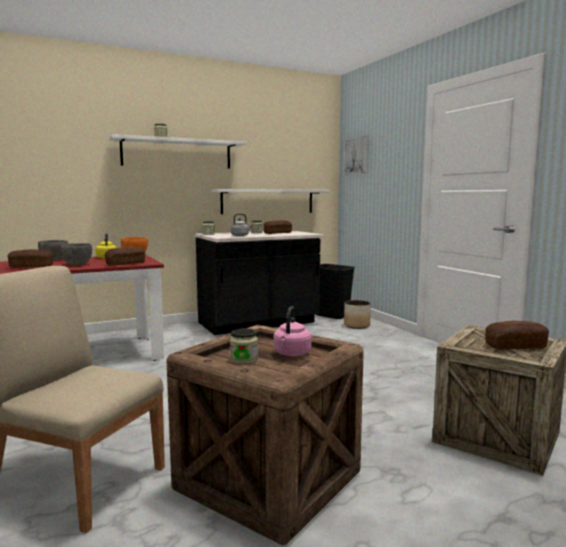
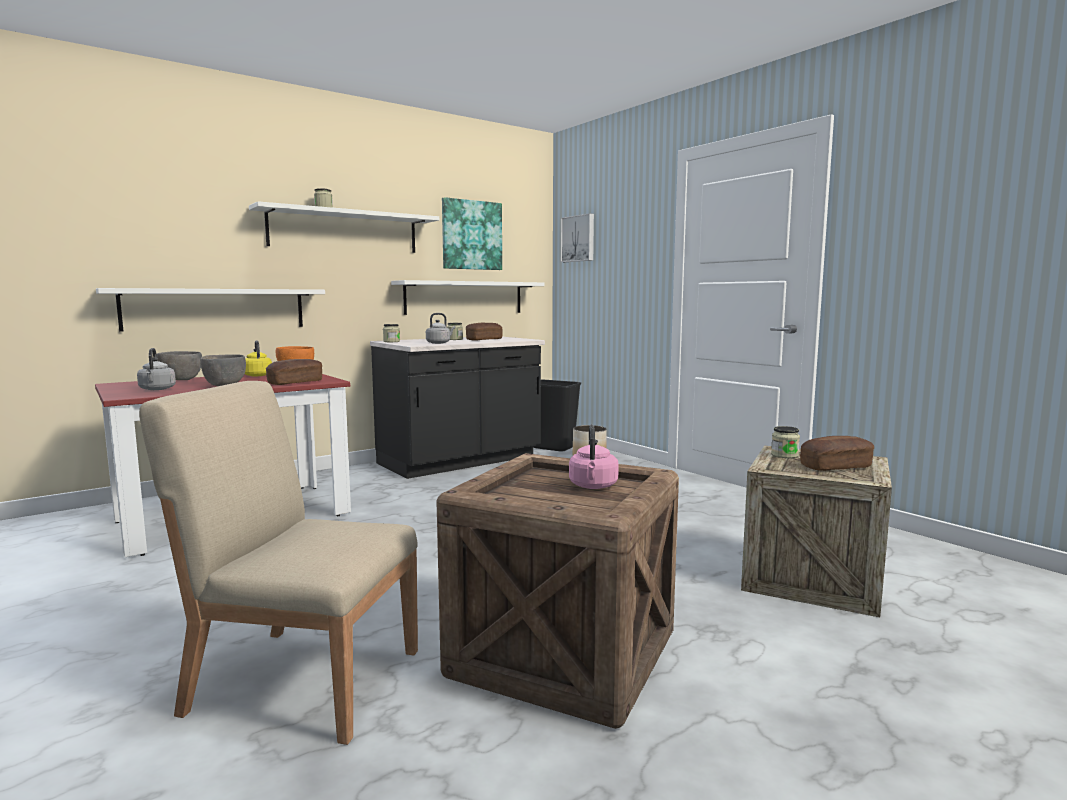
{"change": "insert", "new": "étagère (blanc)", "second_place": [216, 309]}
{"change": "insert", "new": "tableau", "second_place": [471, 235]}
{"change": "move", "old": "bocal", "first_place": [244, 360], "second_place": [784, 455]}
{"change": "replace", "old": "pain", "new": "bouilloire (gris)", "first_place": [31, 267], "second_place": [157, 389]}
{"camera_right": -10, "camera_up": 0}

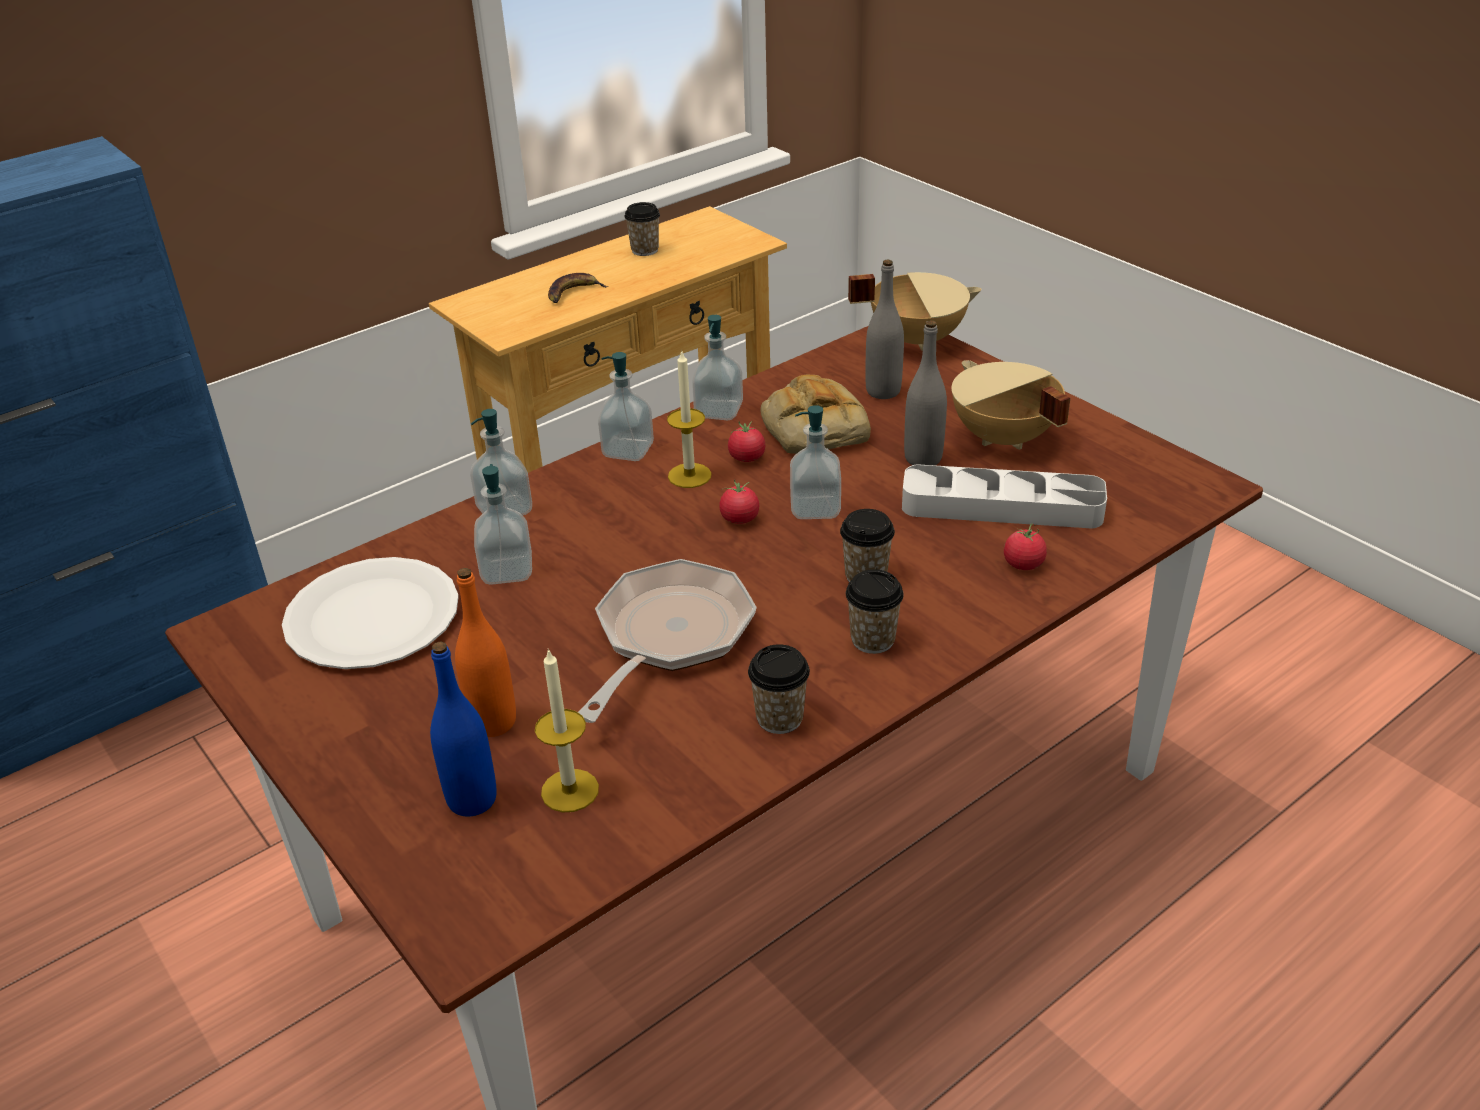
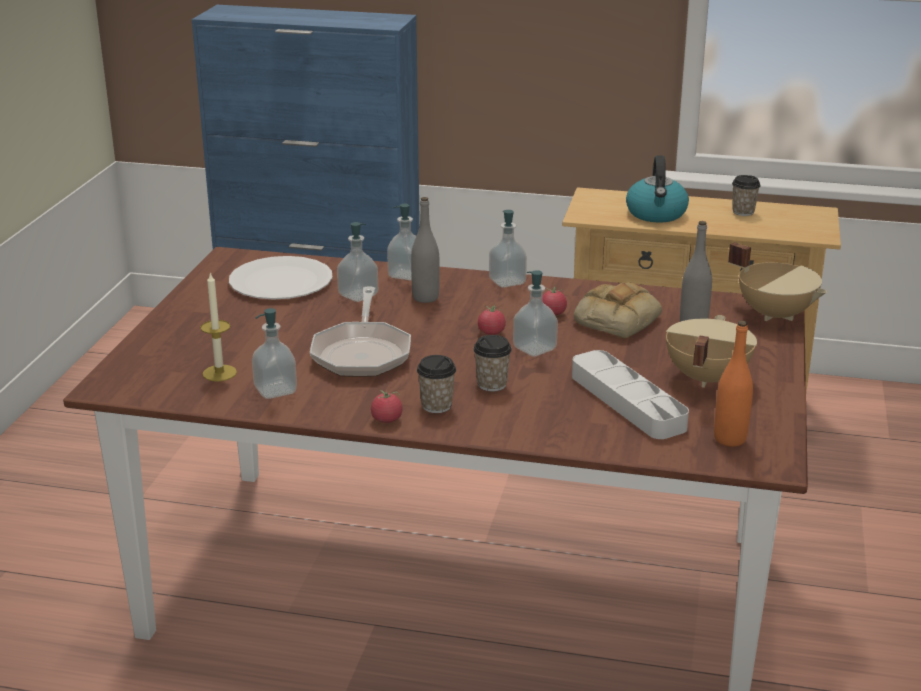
{"change": "delete", "old": "bouteille (bleu)", "first_place": [472, 799]}
{"change": "delete", "old": "bougie", "first_place": [689, 475]}
{"change": "delete", "old": "tasse", "first_place": [779, 718]}
{"change": "move", "old": "bouteille (orange)", "first_place": [493, 722], "second_place": [730, 439]}
{"change": "move", "old": "distributeur de savon", "first_place": [718, 411], "second_place": [275, 390]}
{"change": "move", "old": "bouteille (gris)", "first_place": [923, 458], "second_place": [425, 298]}
{"change": "move", "old": "tomate", "first_place": [1023, 564], "second_place": [386, 420]}
{"change": "replace", "old": "banane", "new": "bouilloire", "first_place": [573, 293], "second_place": [656, 214]}
{"change": "rotate", "old": "poêle", "first_place": [669, 637], "second_place": [362, 353], "degrees": 105}
{"camera_right": 50, "camera_up": -10}

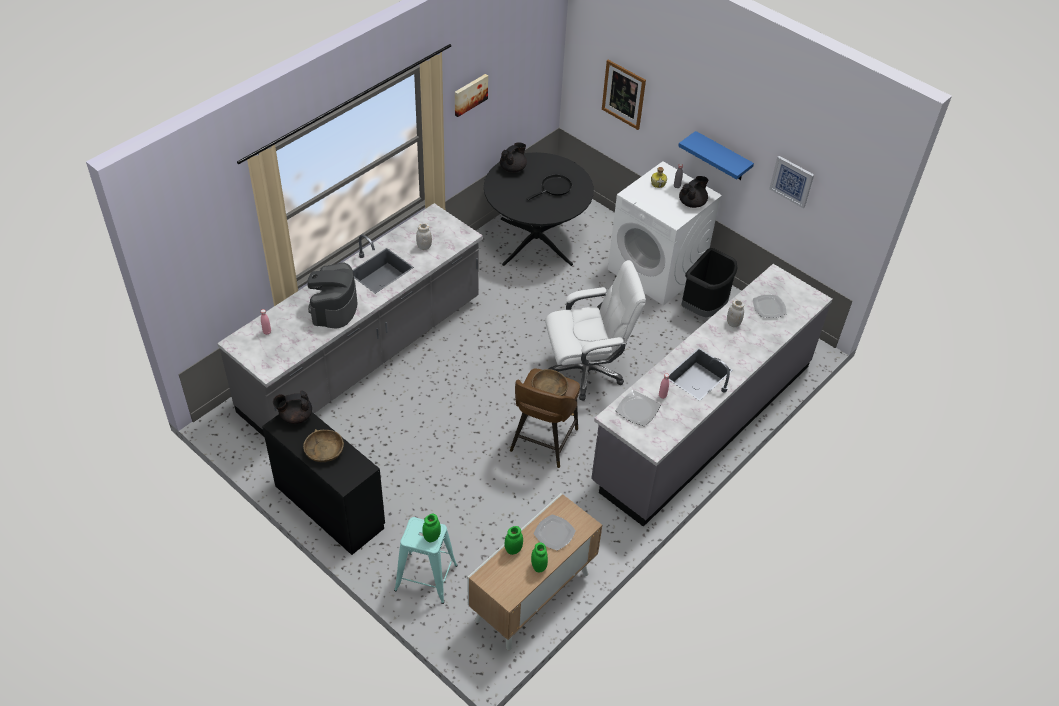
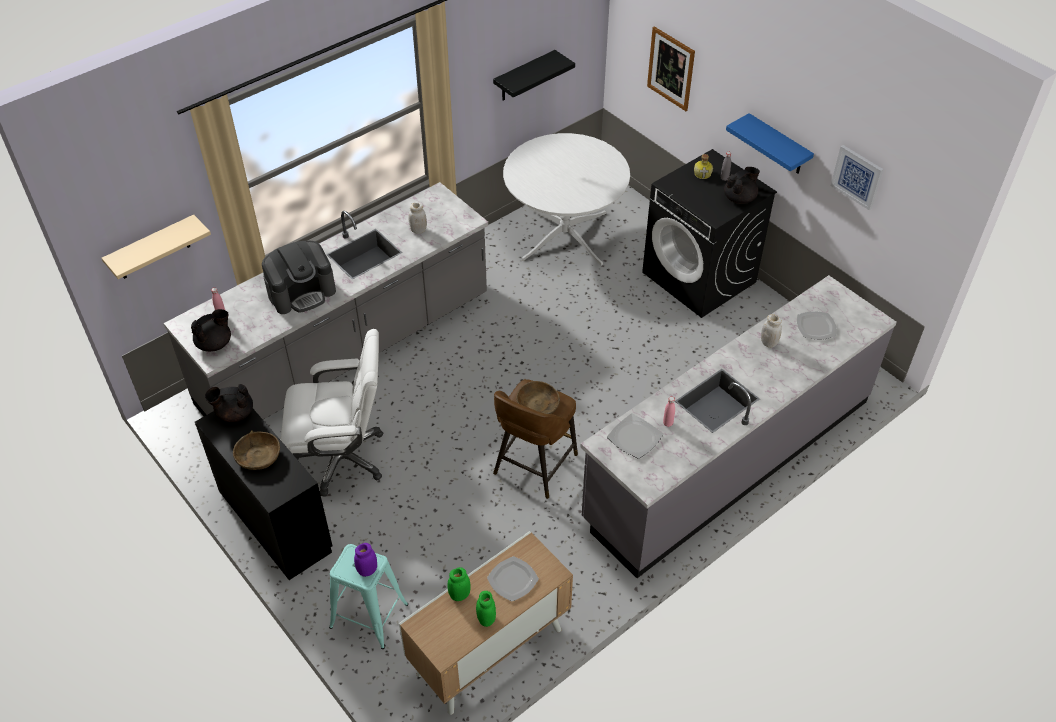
{"change": "delete", "old": "tableau", "first_place": [470, 94]}
{"change": "delete", "old": "poêle (noir)", "first_place": [554, 188]}
{"change": "delete", "old": "poubelle (noir)", "first_place": [704, 308]}
{"change": "insert", "new": "étagère (beige)", "second_place": [152, 248]}
{"change": "insert", "new": "étagère (noir)", "second_place": [524, 76]}
{"change": "move", "old": "théière (noir)", "first_place": [513, 168], "second_place": [215, 343]}
{"change": "move", "old": "chaise de bureau (blanc)", "first_place": [586, 370], "second_place": [342, 457]}
{"change": "recolor", "old": "bocal (vert)", "new": "bocal (violet)", "first_place": [432, 537], "second_place": [367, 570]}
{"change": "recolor", "old": "table à manger (noir)", "new": "table à manger (blanc)", "first_place": [535, 241], "second_place": [564, 236]}
{"change": "recolor", "old": "lave-linge (blanc)", "new": "lave-linge (noir)", "first_place": [656, 271], "second_place": [700, 277]}
{"change": "rotate", "old": "machine à café", "first_place": [334, 308], "second_place": [302, 292], "degrees": -135}
{"camera_right": 10, "camera_up": 0}

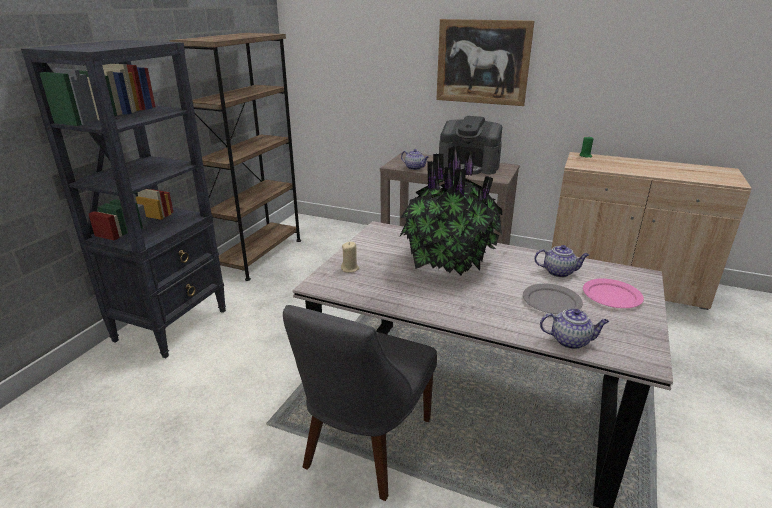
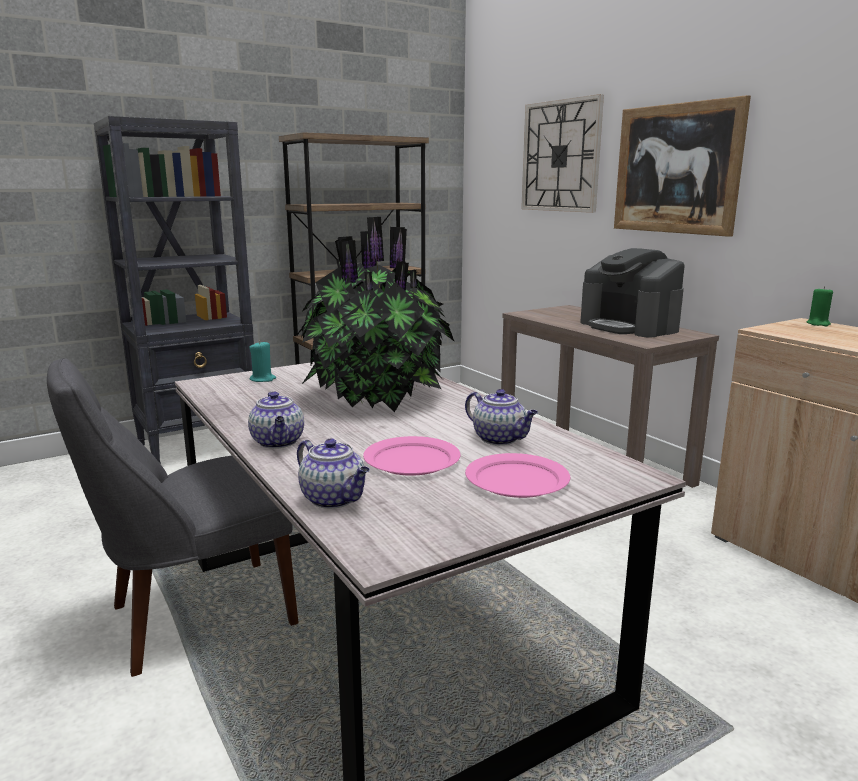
{"change": "insert", "new": "horloge murale", "second_place": [561, 156]}
{"change": "move", "old": "théière", "first_place": [415, 168], "second_place": [278, 442]}
{"change": "recolor", "old": "bougie (beige)", "new": "bougie (turquoise)", "first_place": [350, 269], "second_place": [263, 379]}
{"change": "recolor", "old": "assiette (gris)", "new": "assiette (rose)", "first_place": [552, 301], "second_place": [412, 460]}
{"camera_right": 35, "camera_up": -10}

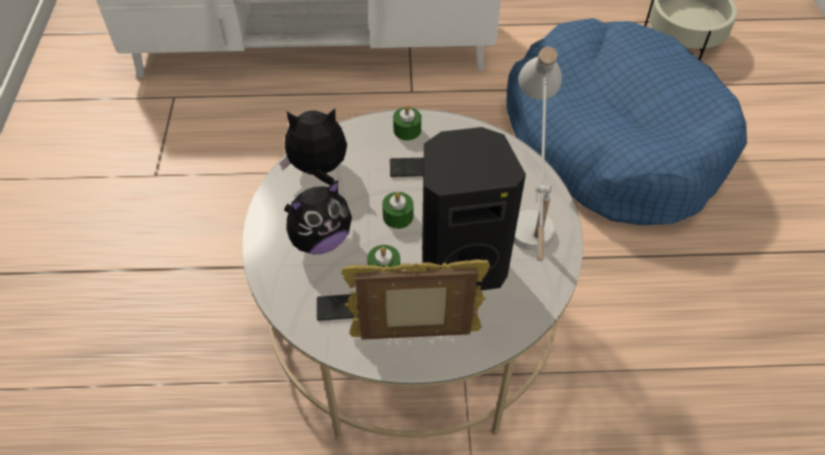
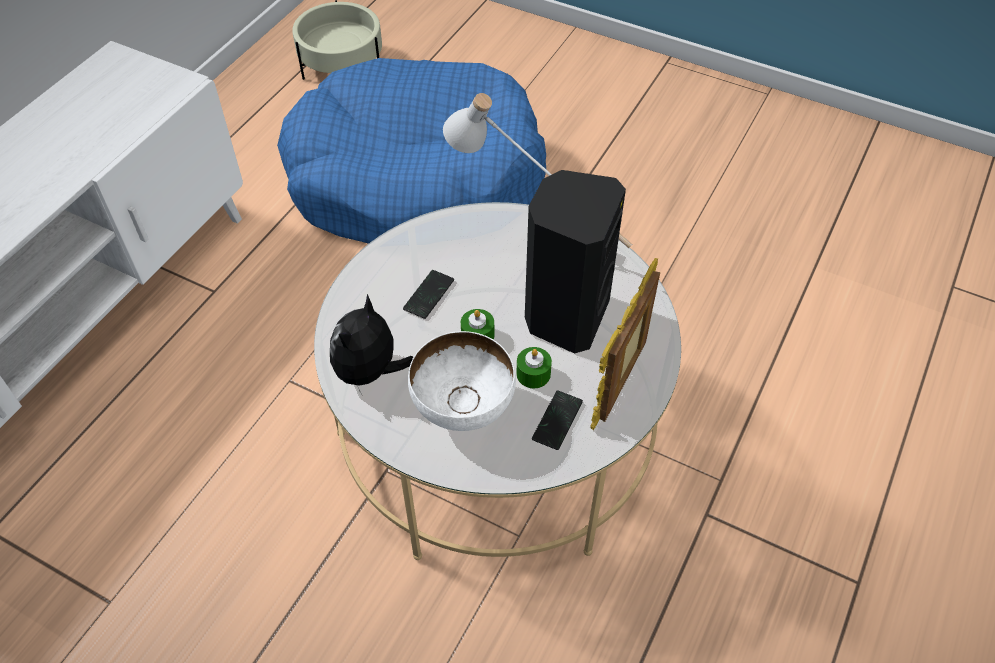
{"change": "delete", "old": "bougie (vert)", "first_place": [407, 130]}
{"change": "replace", "old": "peluche", "new": "bol (blanc)", "first_place": [320, 240], "second_place": [462, 409]}
{"camera_right": -60, "camera_up": 0}

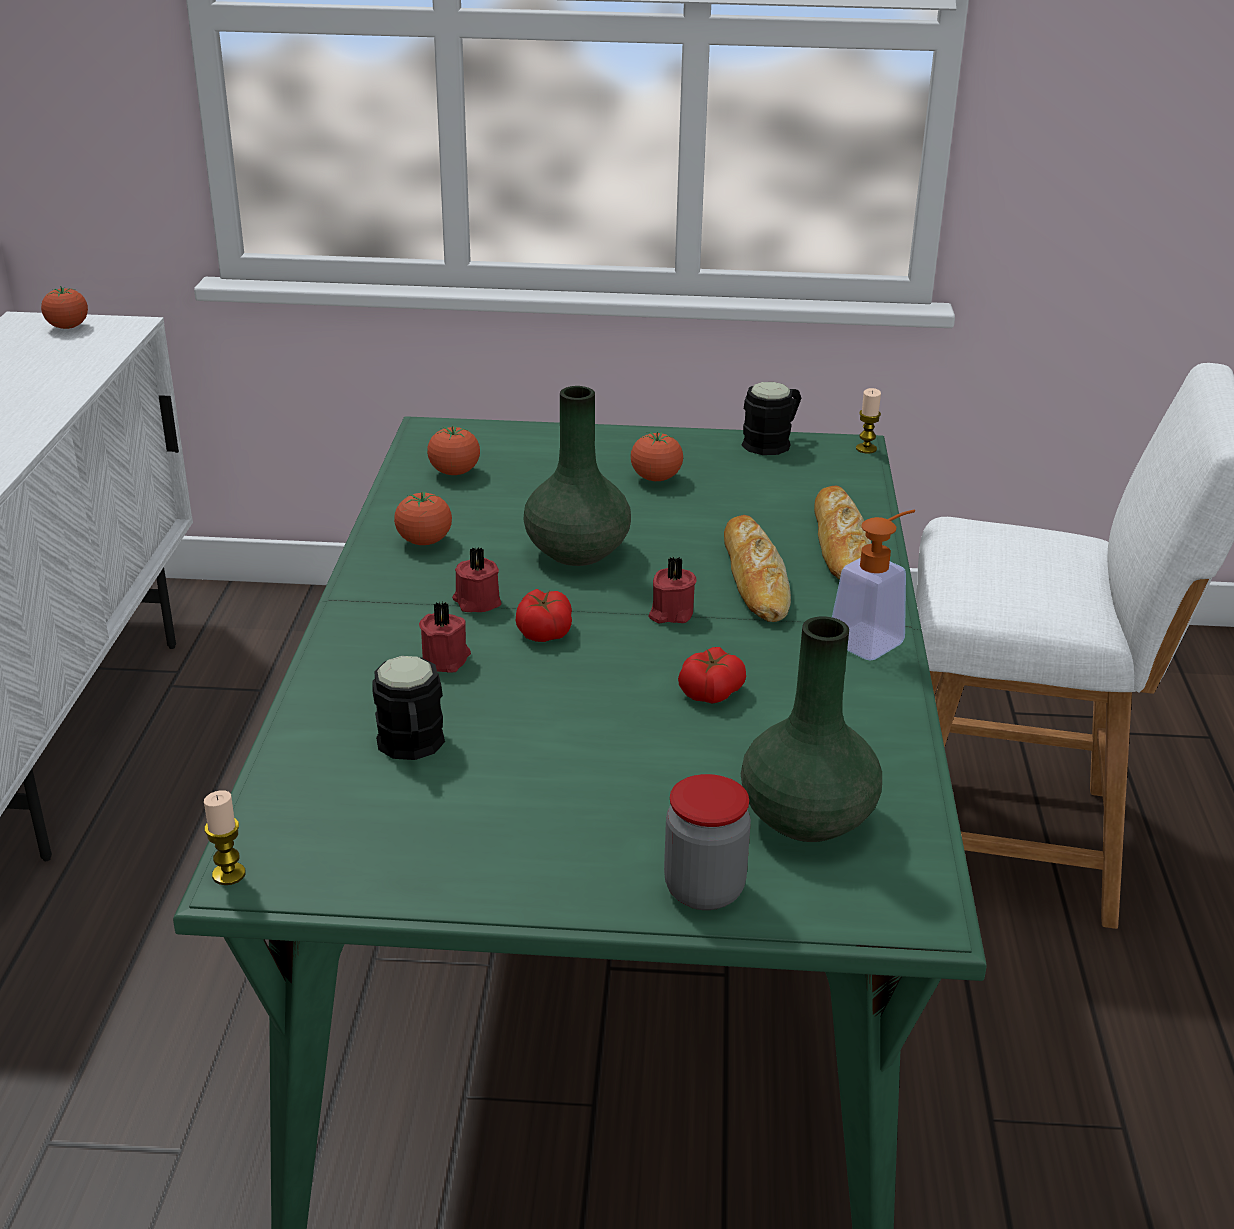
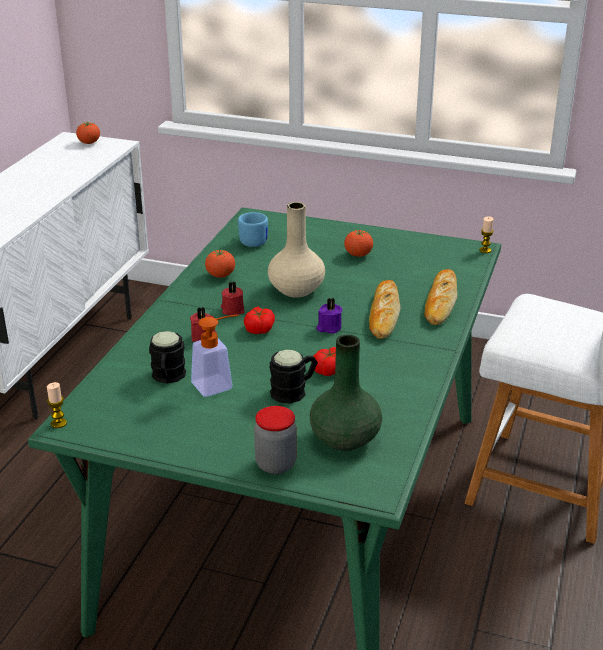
{"change": "move", "old": "mug (noir)", "first_place": [773, 442], "second_place": [294, 391]}
{"change": "move", "old": "distributeur de savon", "first_place": [873, 638], "second_place": [218, 384]}
{"change": "replace", "old": "tomate", "new": "mug (bleu)", "first_place": [454, 472], "second_place": [253, 240]}
{"change": "recolor", "old": "vase (vert)", "new": "vase (beige)", "first_place": [578, 552], "second_place": [297, 290]}
{"change": "recolor", "old": "bougie (rouge)", "new": "bougie (violet)", "first_place": [670, 613], "second_place": [329, 327]}
{"camera_right": 15, "camera_up": 0}

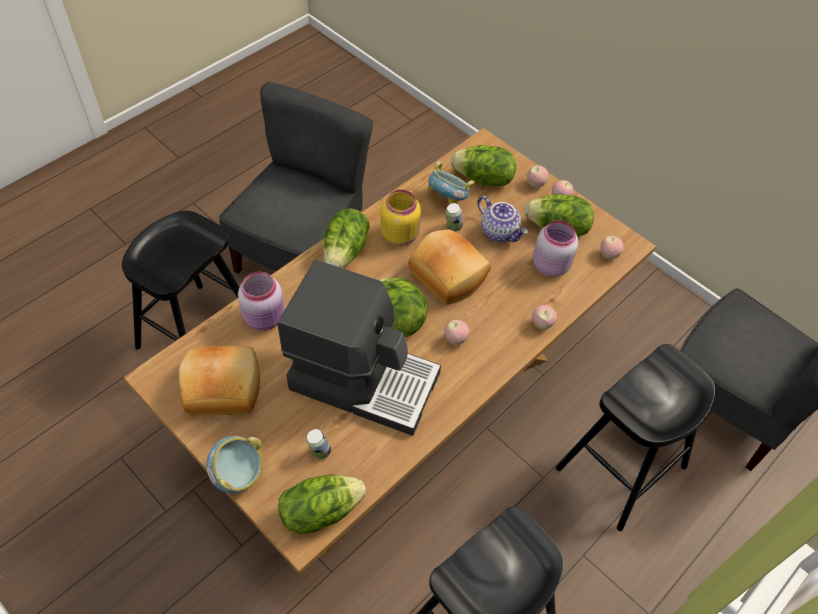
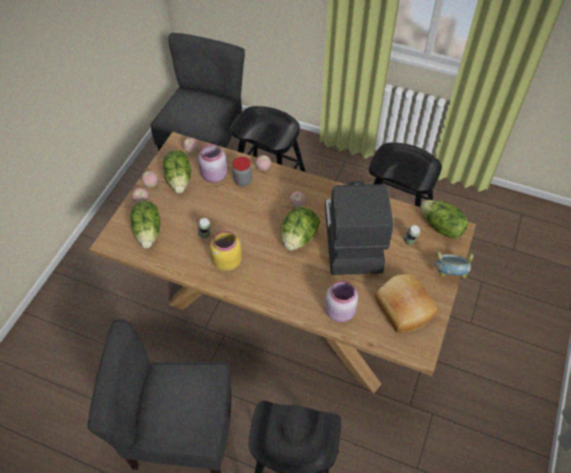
{"change": "delete", "old": "laitue", "first_place": [346, 252]}
{"change": "delete", "old": "pain", "first_place": [449, 274]}
{"change": "delete", "old": "bol", "first_place": [448, 199]}
{"change": "delete", "old": "théière", "first_place": [500, 232]}
{"change": "insert", "new": "bocal", "second_place": [243, 181]}
{"camera_right": -110, "camera_up": 0}

